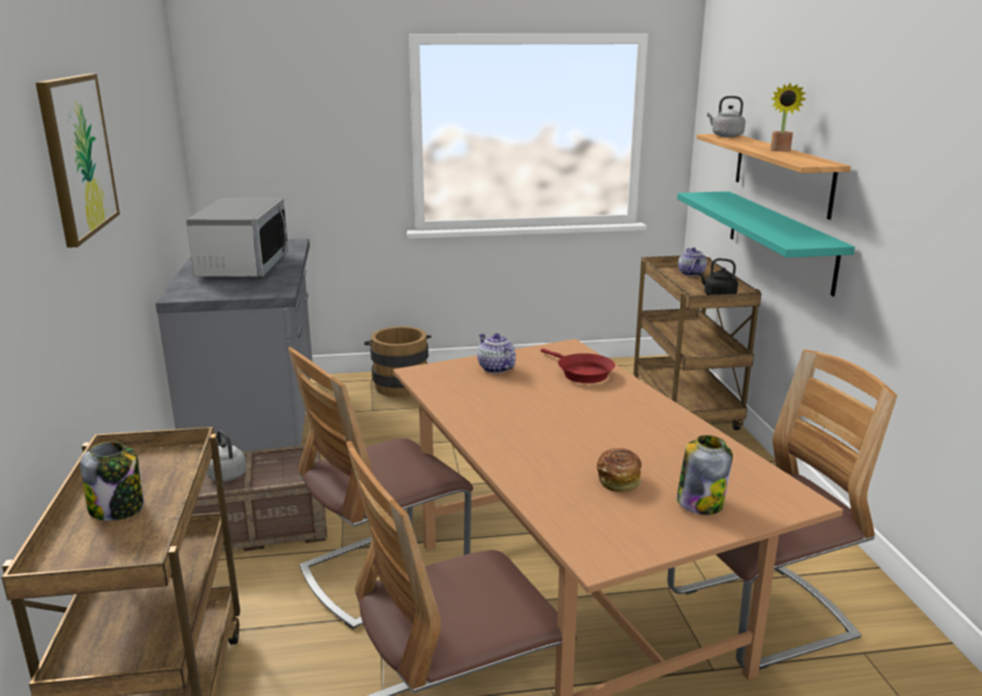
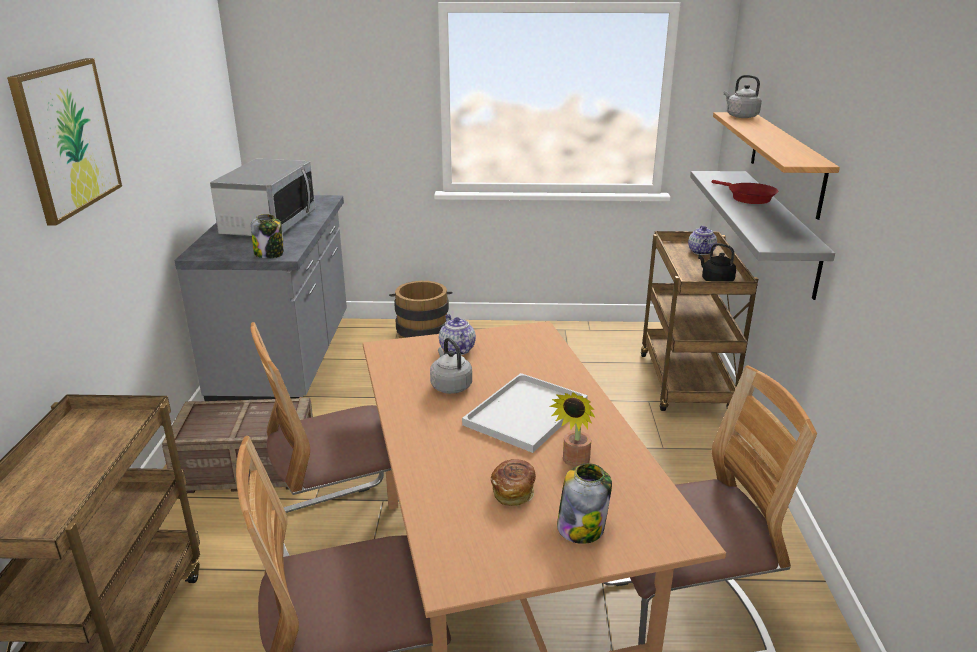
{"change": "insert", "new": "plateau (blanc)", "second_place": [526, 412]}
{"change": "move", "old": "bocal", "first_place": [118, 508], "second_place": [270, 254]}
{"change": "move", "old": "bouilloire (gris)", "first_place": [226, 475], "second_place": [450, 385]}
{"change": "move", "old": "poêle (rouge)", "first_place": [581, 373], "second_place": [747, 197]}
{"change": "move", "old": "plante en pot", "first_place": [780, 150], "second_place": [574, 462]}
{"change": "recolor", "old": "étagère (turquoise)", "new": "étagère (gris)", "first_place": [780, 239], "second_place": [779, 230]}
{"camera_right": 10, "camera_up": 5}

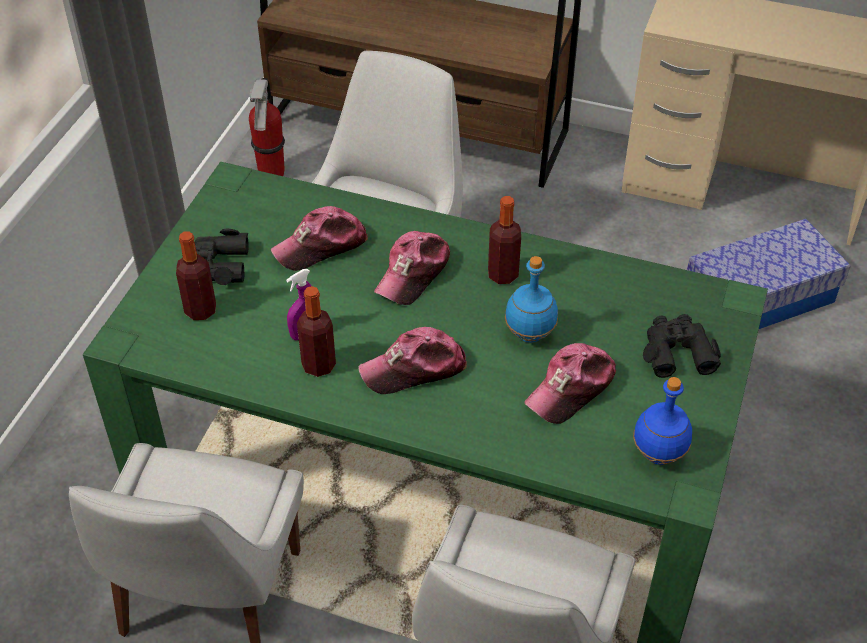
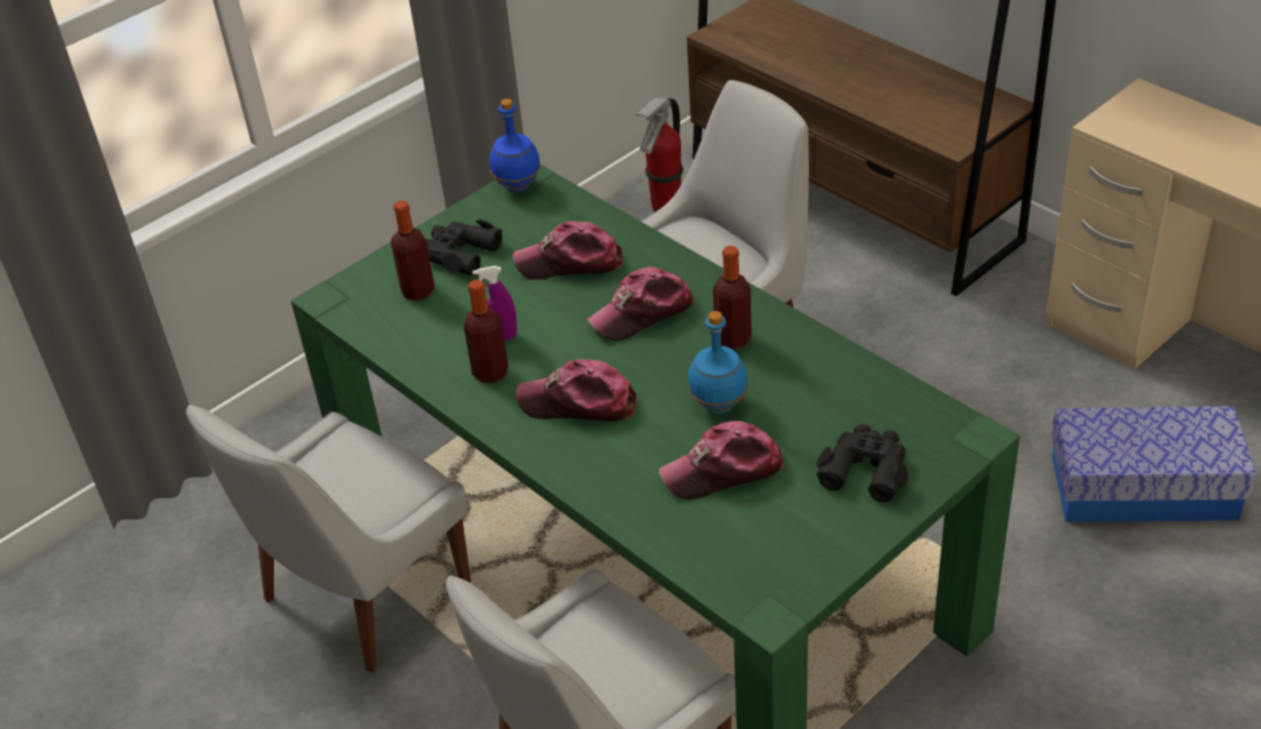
{"change": "move", "old": "bouteille (bleu)", "first_place": [658, 455], "second_place": [517, 187]}
{"camera_right": 30, "camera_up": -5}

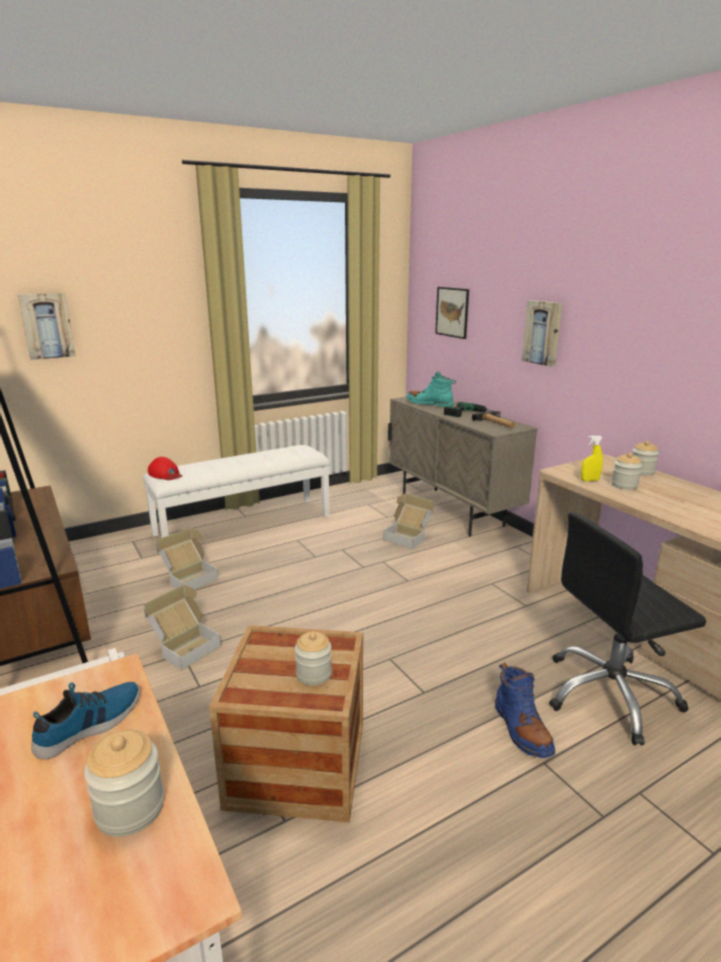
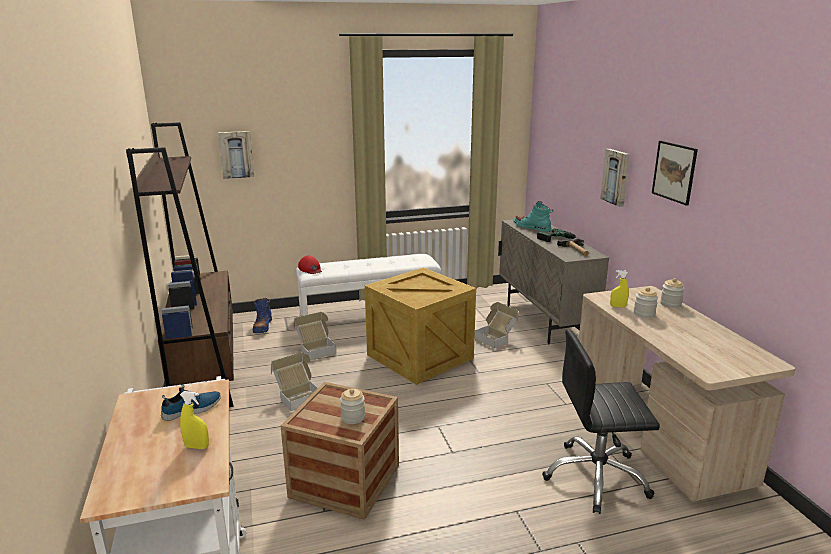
{"change": "insert", "new": "caisse", "second_place": [421, 356]}
{"change": "move", "old": "tableau", "first_place": [452, 312], "second_place": [674, 172]}
{"change": "move", "old": "botte (bleu)", "first_place": [521, 729], "second_place": [262, 327]}
{"change": "replace", "old": "bocal", "new": "vaporisateur (jaune)", "first_place": [130, 808], "second_place": [197, 446]}
{"camera_right": 15, "camera_up": 0}

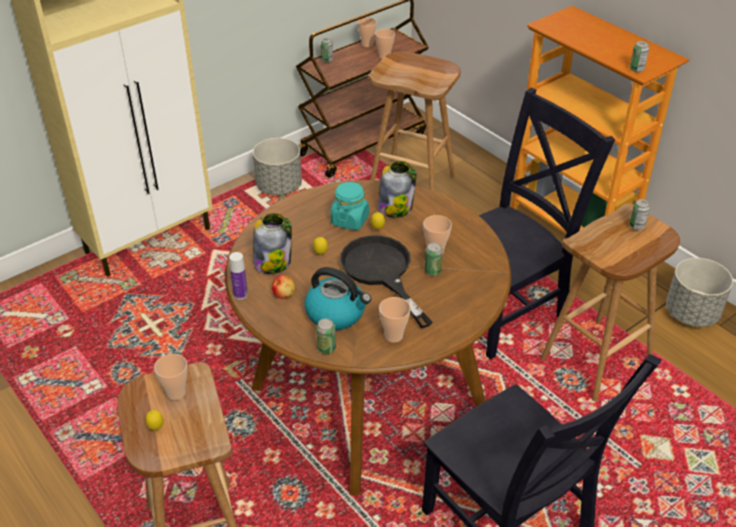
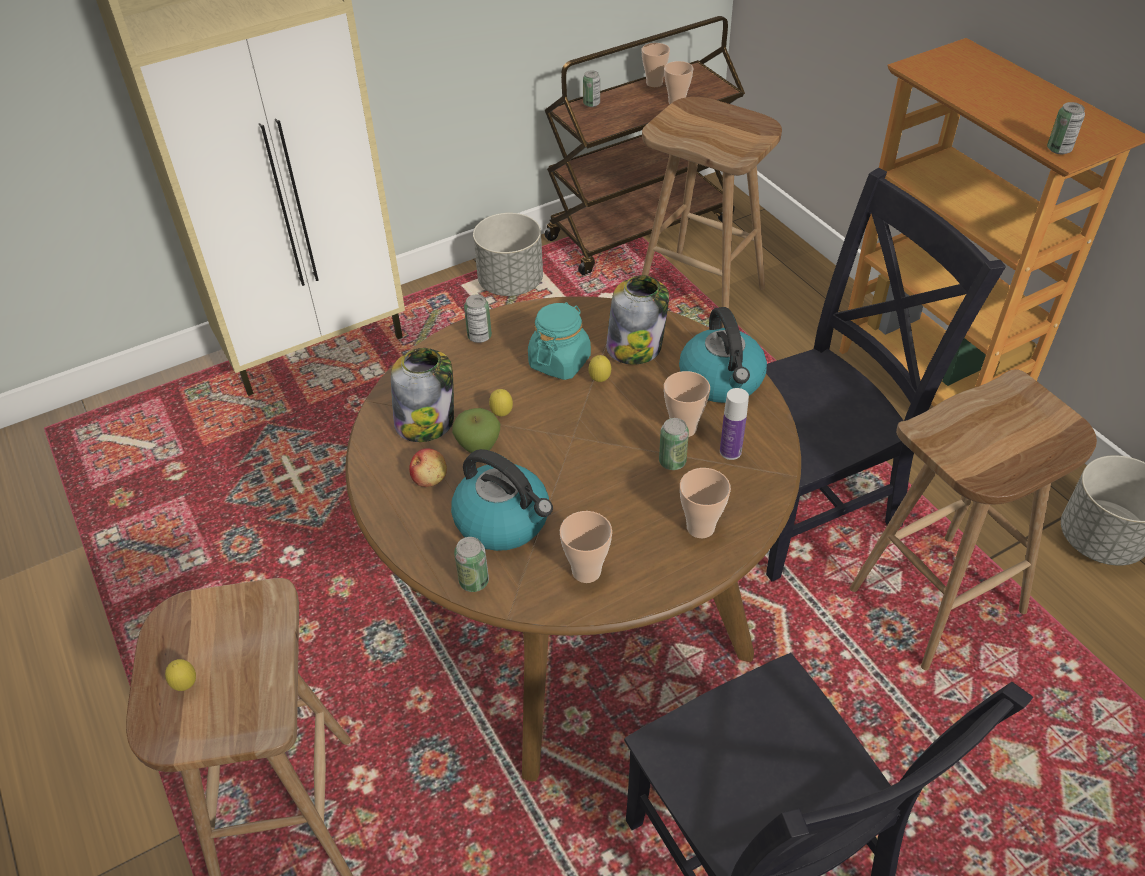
{"change": "delete", "old": "poêle (noir)", "first_place": [381, 272]}
{"change": "insert", "new": "pomme", "second_place": [478, 446]}
{"change": "insert", "new": "bouilloire", "second_place": [722, 380]}
{"change": "move", "old": "tasse", "first_place": [176, 393], "second_place": [700, 527]}
{"change": "move", "old": "bouteille", "first_place": [240, 294], "second_place": [730, 451]}
{"change": "move", "old": "boîte métallique", "first_place": [636, 226], "second_place": [479, 336]}
{"camera_right": 10, "camera_up": 5}

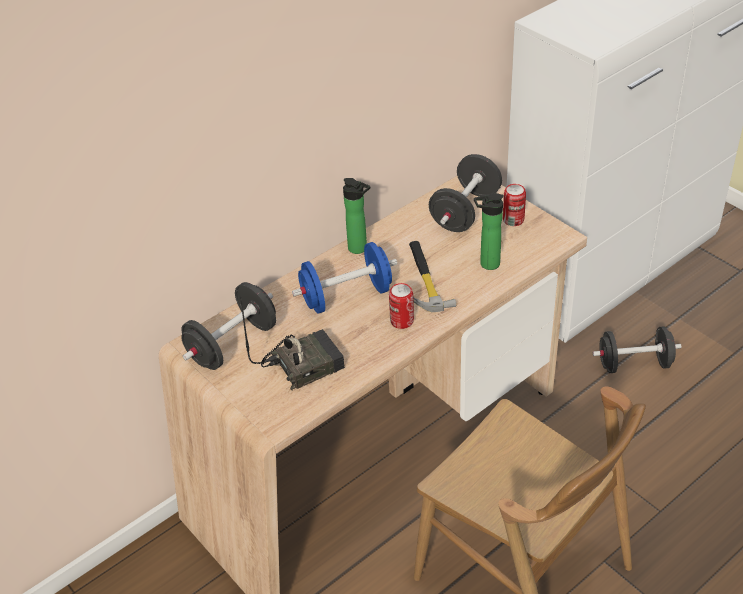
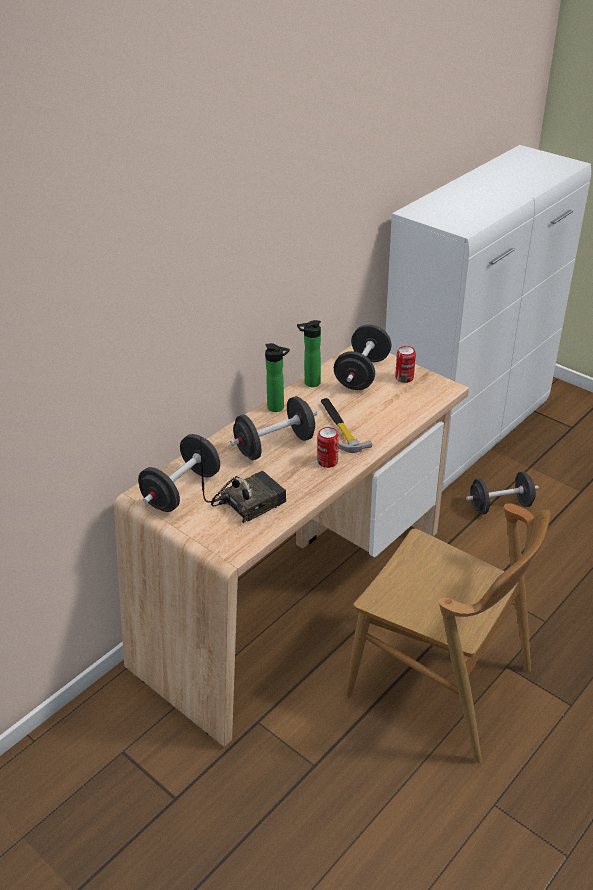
{"change": "move", "old": "bouteille", "first_place": [486, 264], "second_place": [309, 383]}
{"change": "recolor", "old": "haltère (bleu)", "new": "haltère (noir)", "first_place": [346, 296], "second_place": [275, 445]}
{"camera_right": -10, "camera_up": -5}

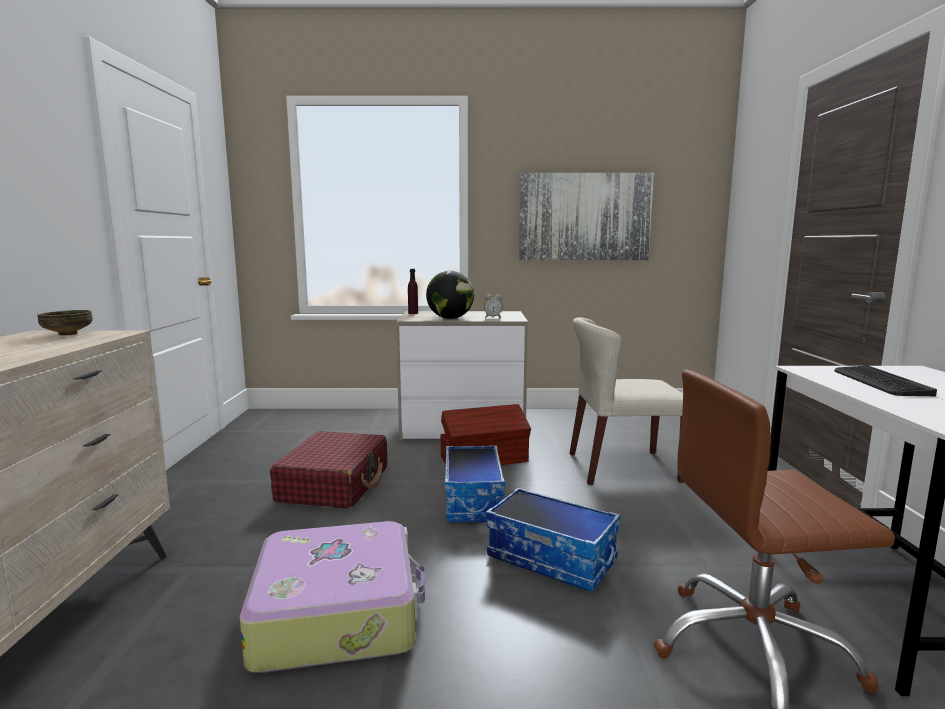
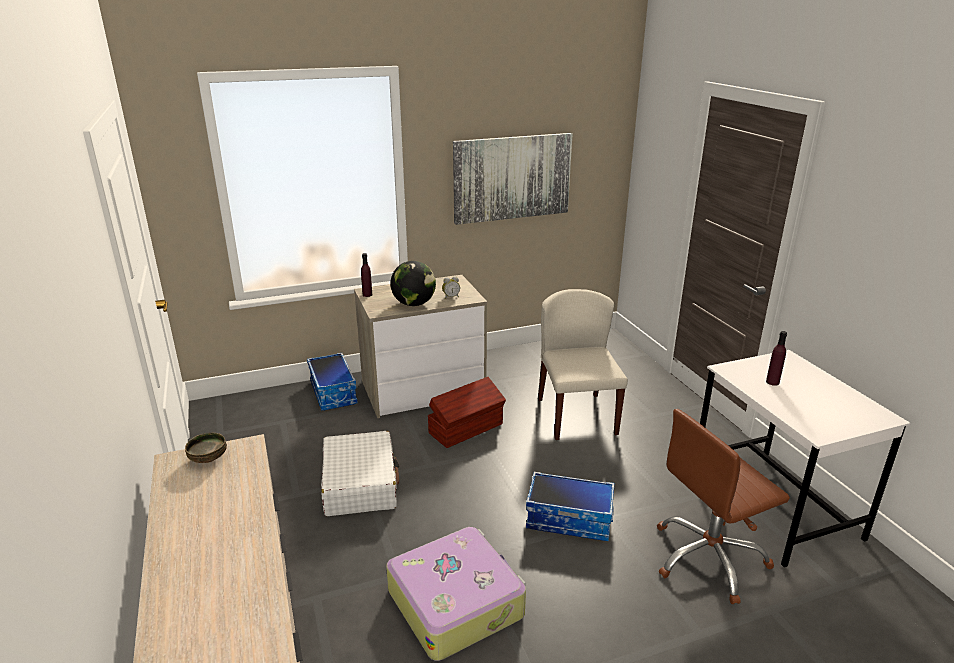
{"change": "move", "old": "boîte de rangement", "first_place": [474, 501], "second_place": [334, 393]}
{"change": "replace", "old": "clavier", "new": "bouteille (violet)", "first_place": [879, 382], "second_place": [772, 382]}
{"change": "recolor", "old": "valise (rouge)", "new": "valise (blanc)", "first_place": [334, 484], "second_place": [360, 484]}
{"change": "rotate", "old": "chaise (beige)", "first_place": [622, 467], "second_place": [576, 416], "degrees": 105}
{"camera_right": -20, "camera_up": 15}

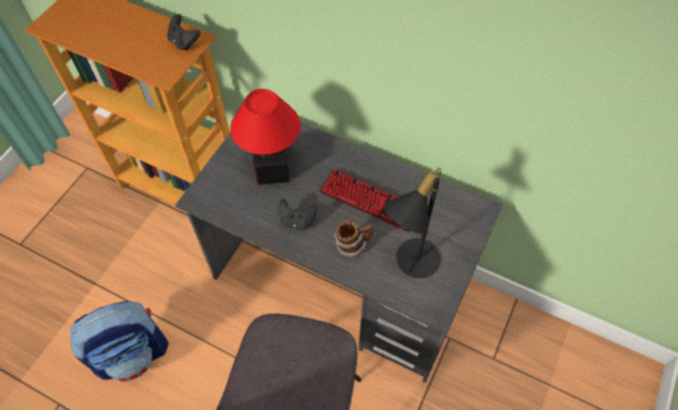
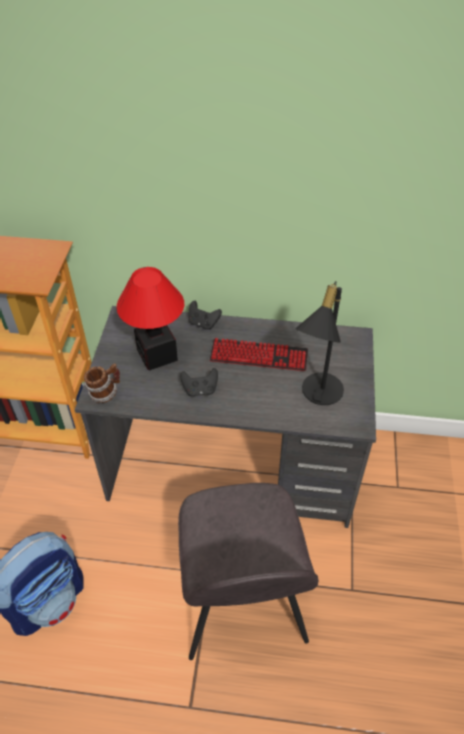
{"change": "move", "old": "manette (noir)", "first_place": [184, 42], "second_place": [203, 323]}
{"change": "move", "old": "mug", "first_place": [352, 245], "second_place": [105, 393]}
{"camera_right": -20, "camera_up": -10}

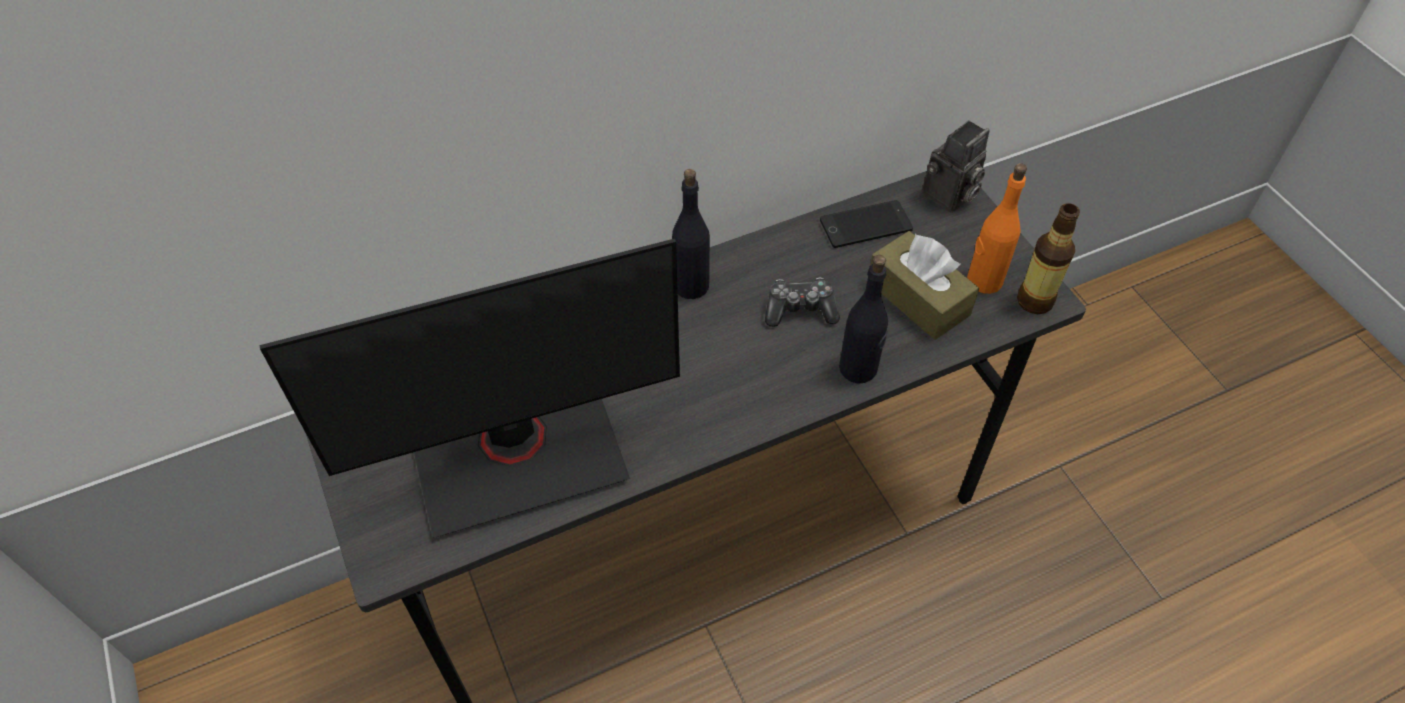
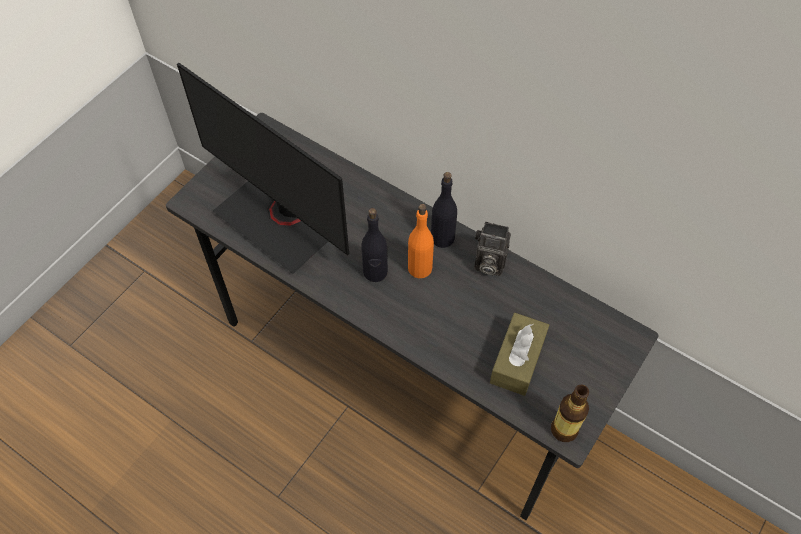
{"change": "delete", "old": "manette", "first_place": [800, 309]}
{"change": "delete", "old": "téléphone", "first_place": [866, 225]}
{"change": "move", "old": "bouteille (noir)", "first_place": [858, 368], "second_place": [375, 272]}
{"change": "move", "old": "appareil photo", "first_place": [949, 197], "second_place": [488, 263]}
{"change": "move", "old": "bouteille (orange)", "first_place": [984, 280], "second_place": [419, 268]}
{"camera_right": 60, "camera_up": 5}

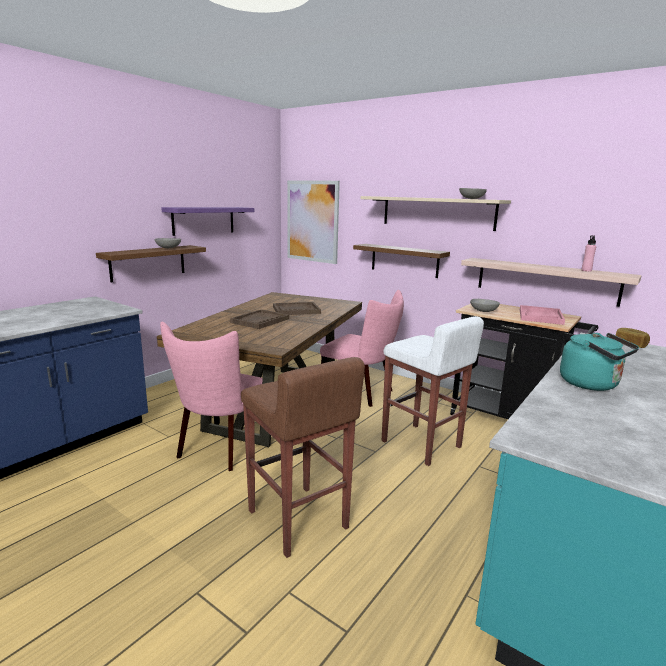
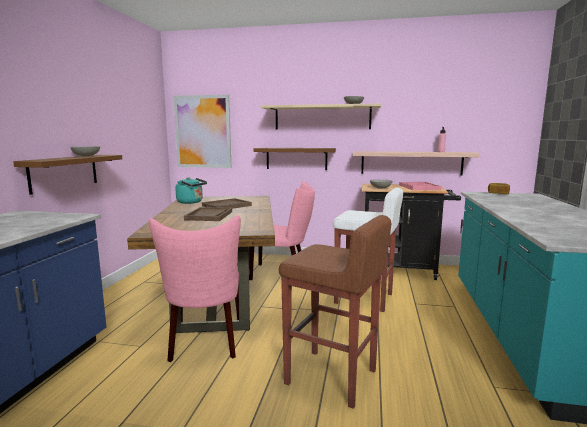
{"change": "delete", "old": "étagère (violet)", "first_place": [203, 220]}
{"change": "move", "old": "bouilloire (turquoise)", "first_place": [592, 384], "second_place": [191, 202]}
{"camera_right": -25, "camera_up": -5}

